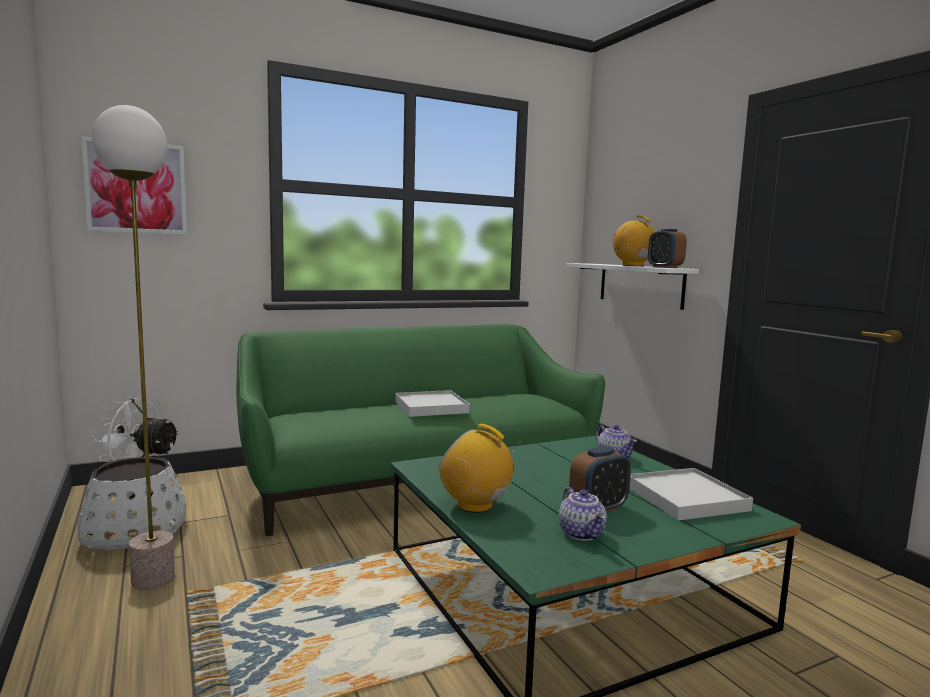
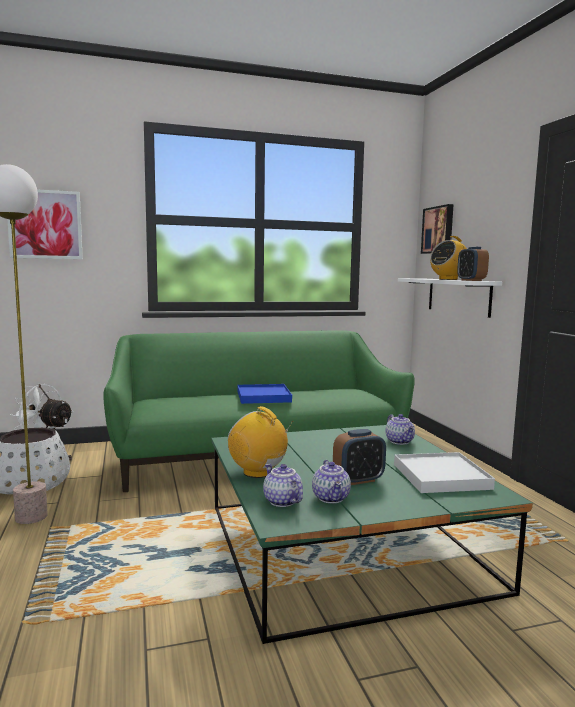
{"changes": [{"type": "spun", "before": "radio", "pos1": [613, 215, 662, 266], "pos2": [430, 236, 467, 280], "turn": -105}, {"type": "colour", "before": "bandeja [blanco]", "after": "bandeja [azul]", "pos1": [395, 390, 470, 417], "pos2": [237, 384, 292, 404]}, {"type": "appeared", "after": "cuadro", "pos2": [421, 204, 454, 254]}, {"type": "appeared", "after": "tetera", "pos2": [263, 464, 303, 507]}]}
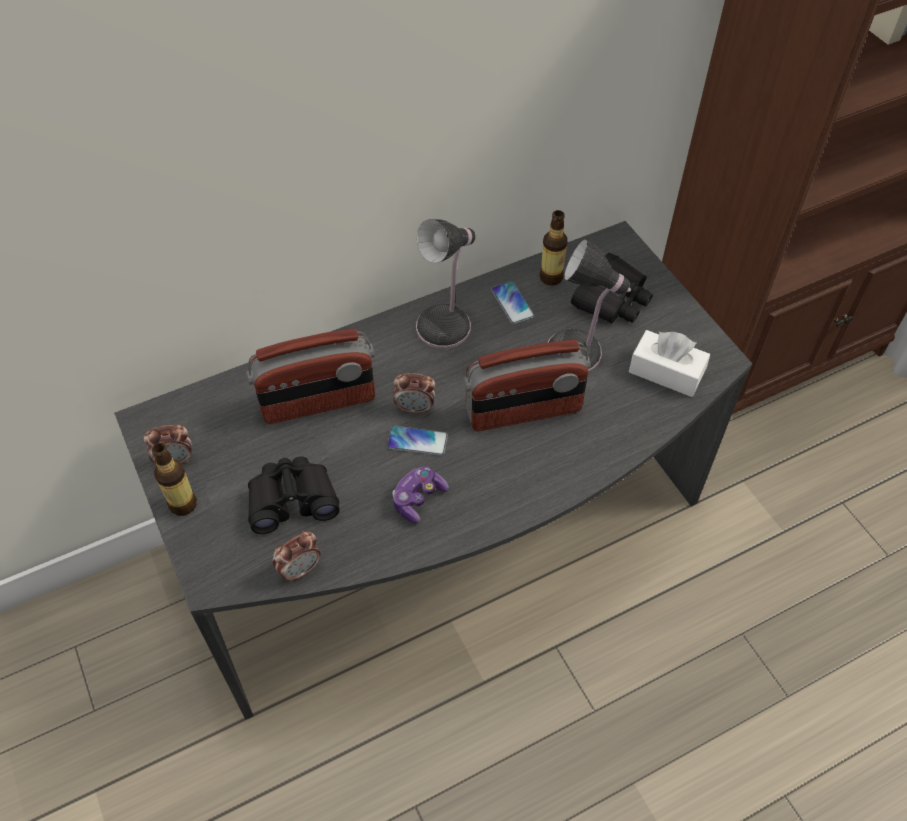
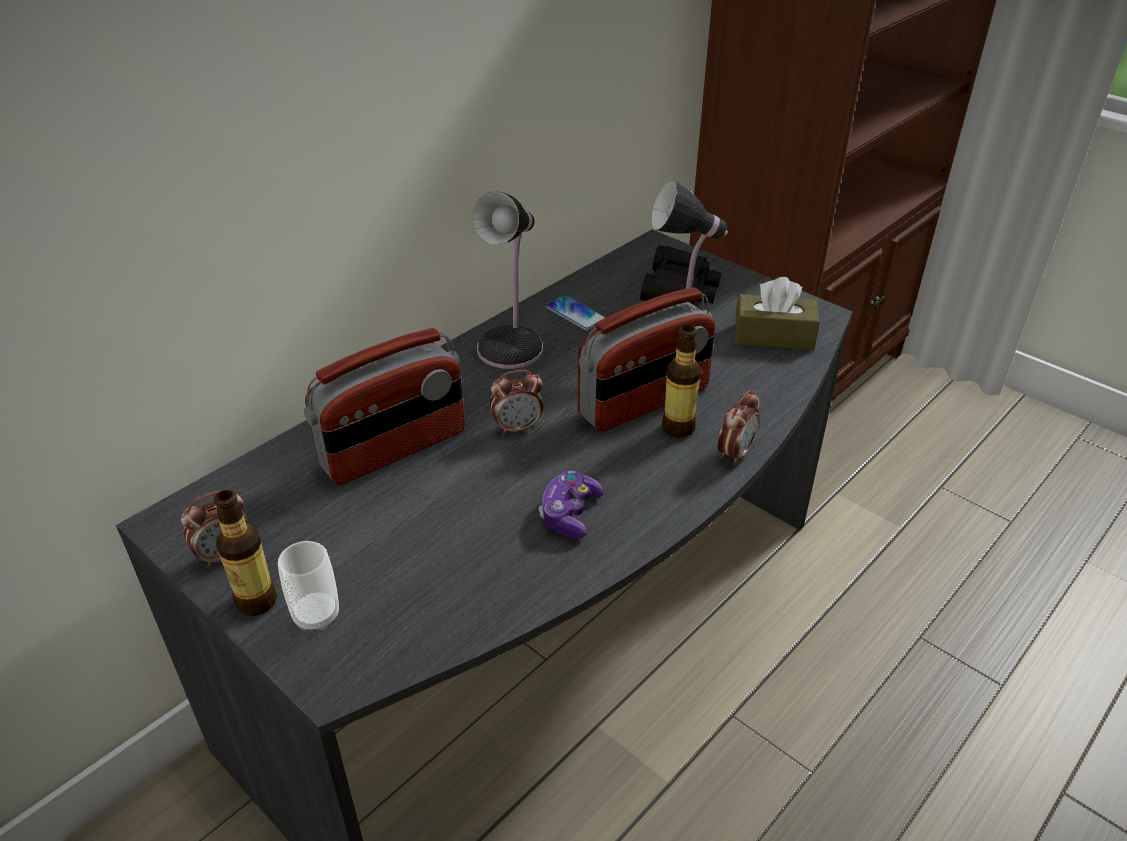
{"changes": [{"type": "relocated", "before": "botella", "pos1": [539, 210, 568, 285], "pos2": [662, 325, 701, 438]}, {"type": "colour", "before": "caja de pañuelos [blanco]", "after": "caja de pañuelos [marrón]", "pos1": [629, 330, 710, 397], "pos2": [735, 277, 820, 350]}, {"type": "missing", "before": "móvil", "pos1": [387, 426, 448, 456]}, {"type": "missing", "before": "prismáticos [negro]", "pos1": [248, 456, 340, 534]}, {"type": "relocated", "before": "despertador", "pos1": [273, 531, 321, 582], "pos2": [717, 390, 760, 465]}, {"type": "appeared", "after": "taza", "pos2": [278, 541, 339, 631]}]}
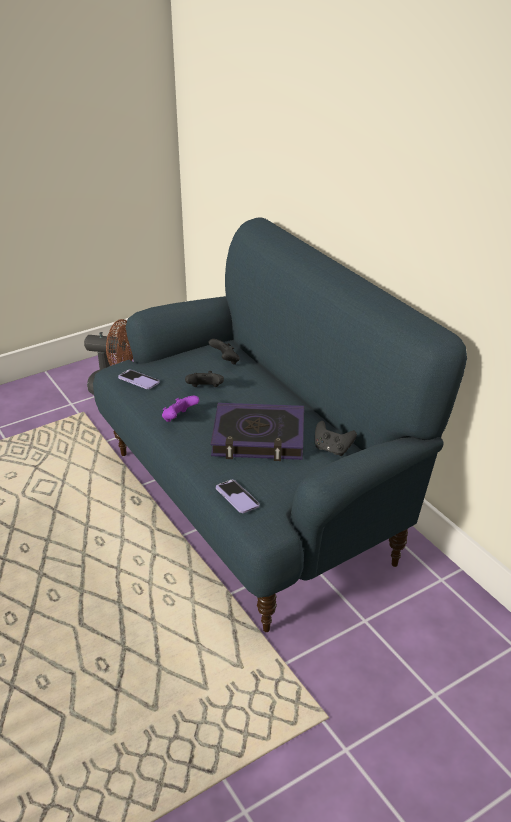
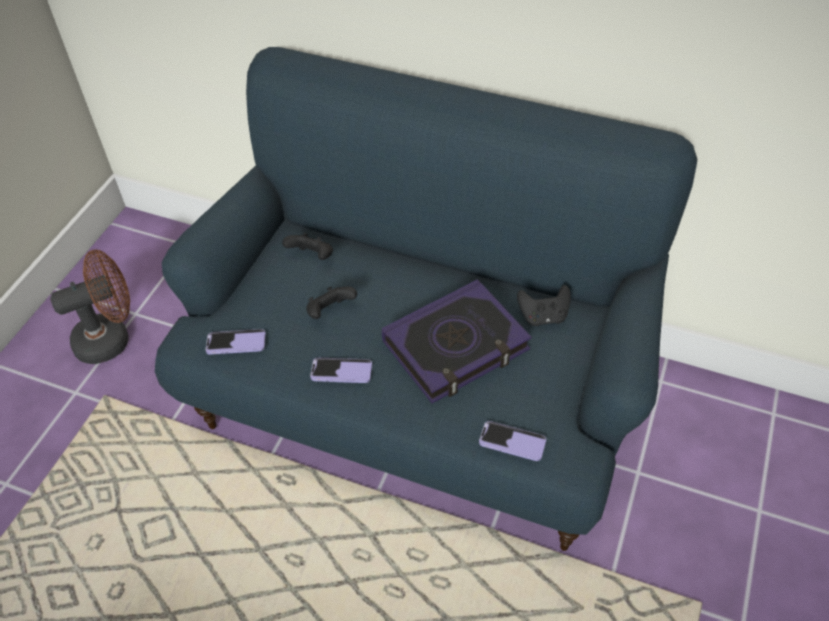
{"changes": [{"type": "exchanged", "before": "mando de consola [morado]", "after": "móvil", "pos1": [162, 396, 199, 422], "pos2": [310, 358, 372, 383]}]}
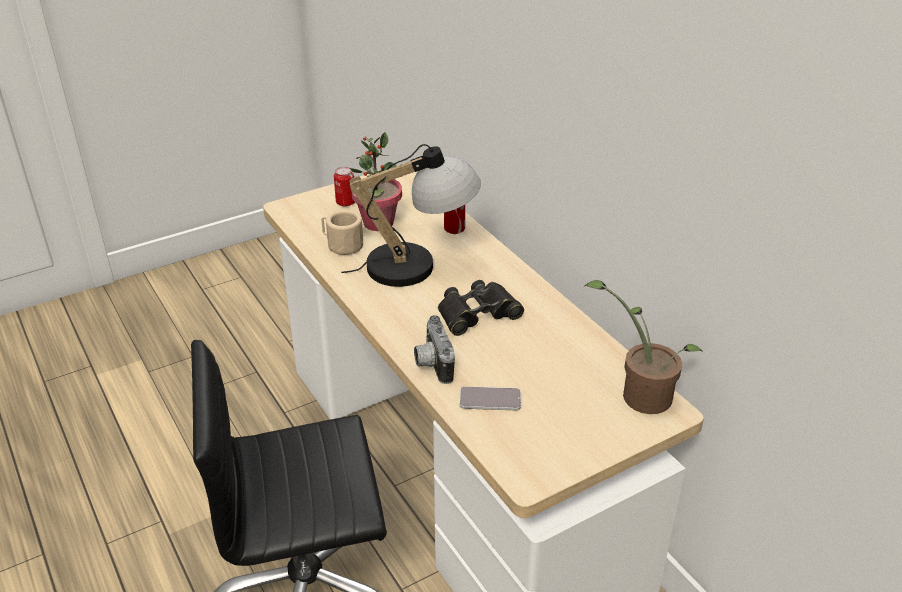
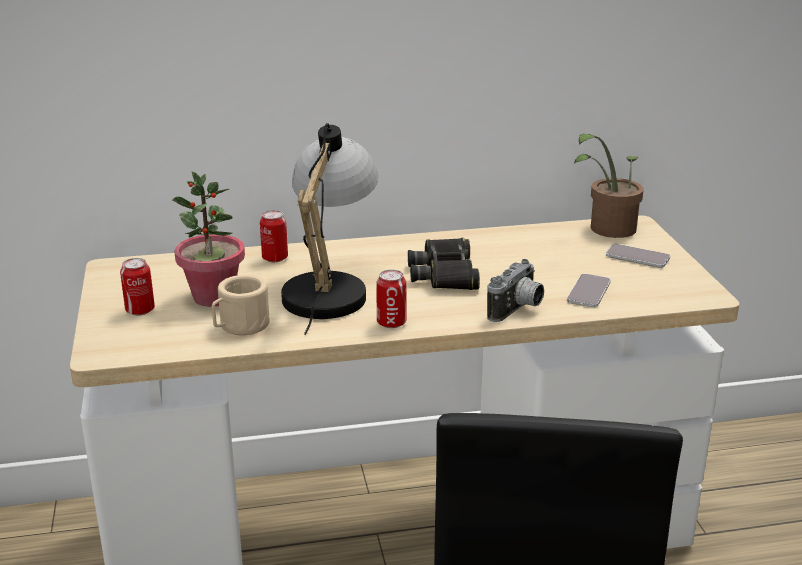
{"changes": [{"type": "spun", "before": "cámara", "pos1": [414, 315, 455, 384], "pos2": [487, 259, 544, 322], "turn": -60}, {"type": "appeared", "after": "móvil", "pos2": [606, 244, 670, 268]}, {"type": "appeared", "after": "lata", "pos2": [377, 270, 406, 328]}]}
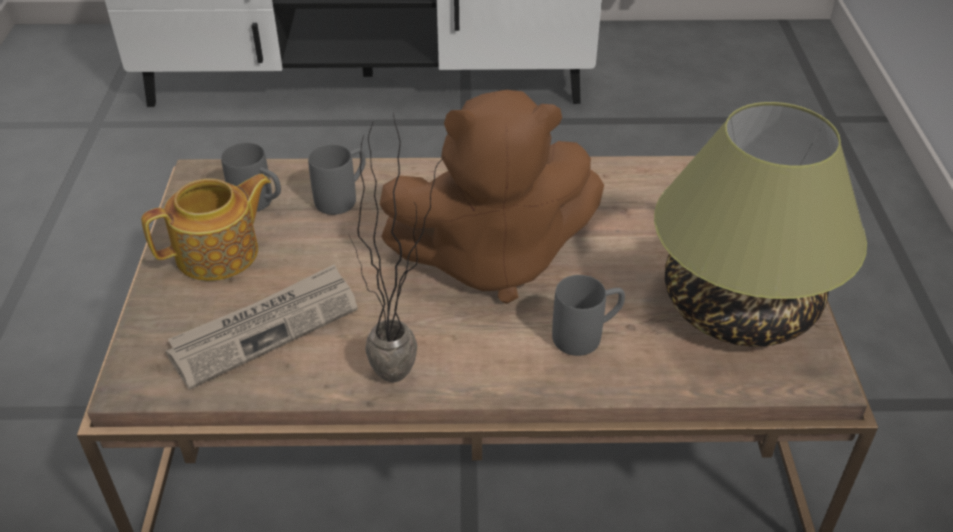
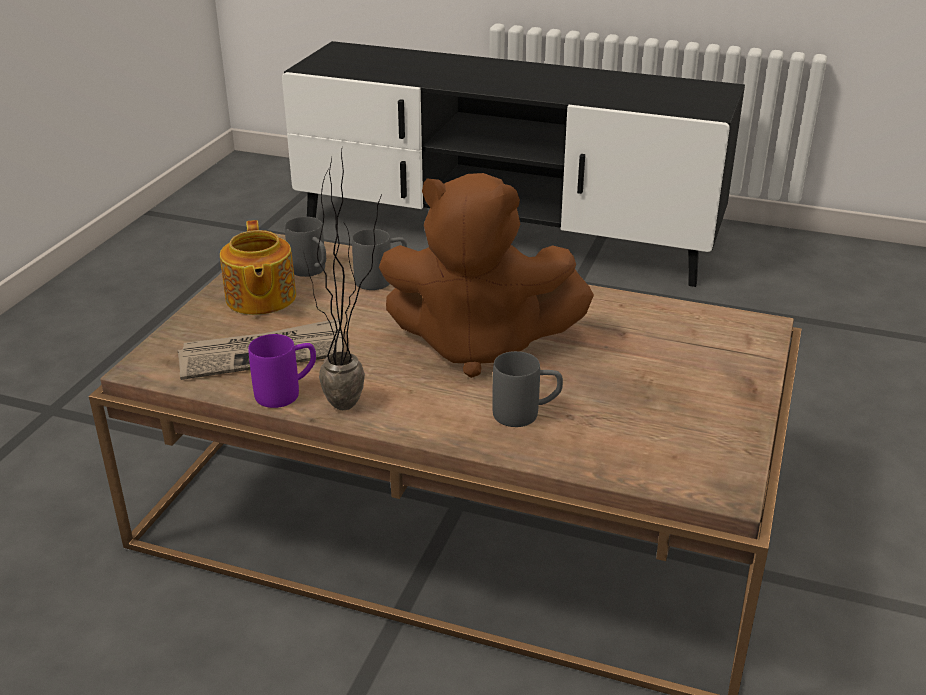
{"changes": [{"type": "missing", "before": "lámpara de mesa", "pos1": [654, 102, 867, 346]}, {"type": "spun", "before": "tetera", "pos1": [141, 174, 271, 281], "pos2": [220, 220, 296, 315], "turn": 90}, {"type": "appeared", "after": "taza grande [morado]", "pos2": [248, 334, 316, 408]}]}
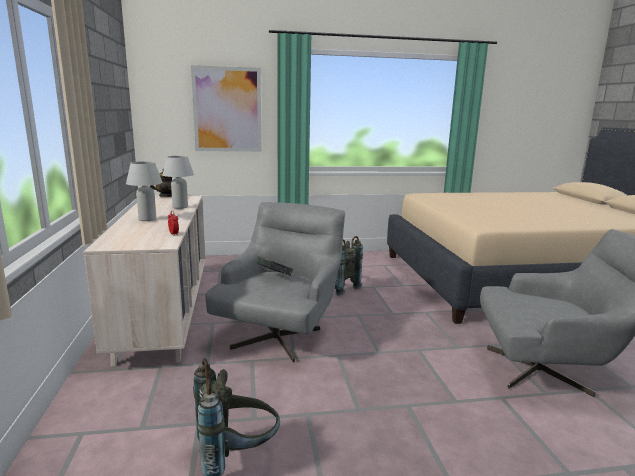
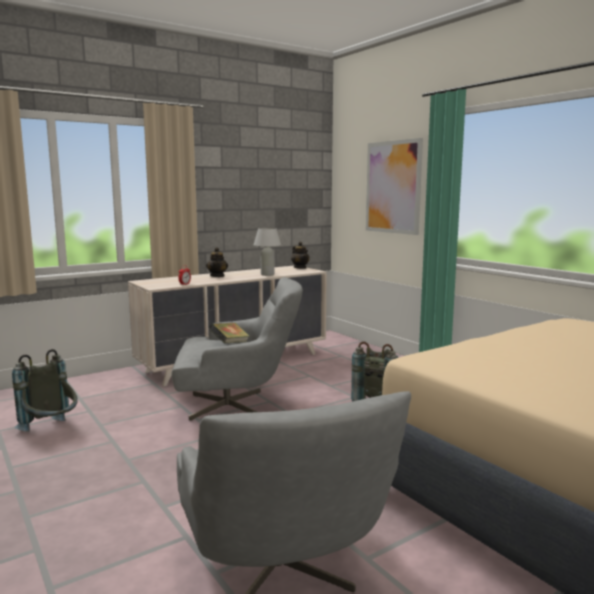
{"changes": [{"type": "exchanged", "before": "lámpara de mesa [blanco]", "after": "tetera", "pos1": [126, 161, 163, 221], "pos2": [206, 247, 228, 277]}]}
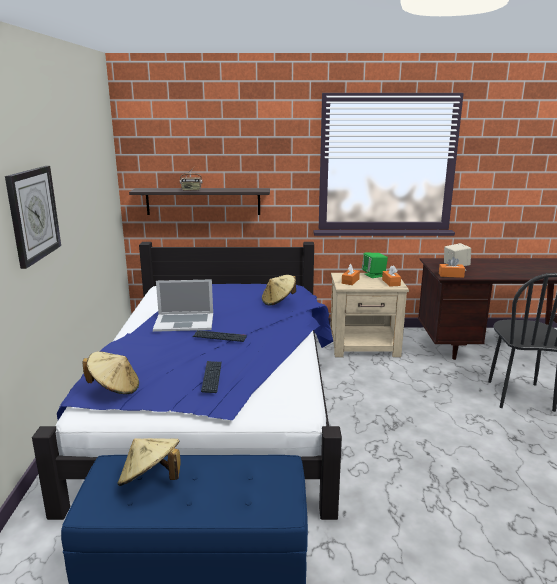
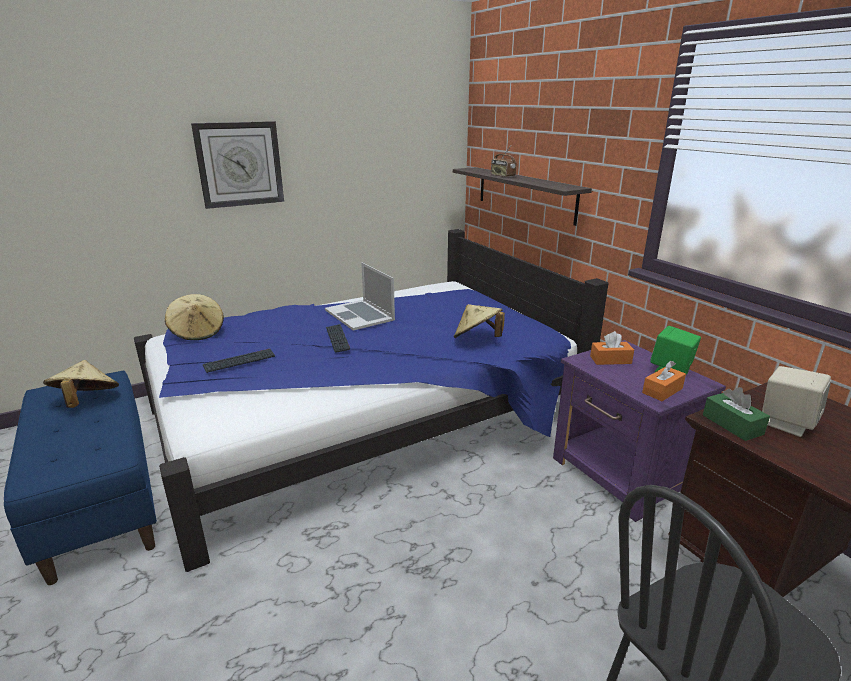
{"changes": [{"type": "colour", "before": "caja de pañuelos [naranja]", "after": "caja de pañuelos [verde]", "pos1": [439, 257, 465, 278], "pos2": [703, 387, 770, 441]}, {"type": "colour", "before": "mesita de noche [beis]", "after": "mesita de noche [morado]", "pos1": [330, 273, 409, 357], "pos2": [553, 340, 726, 522]}]}
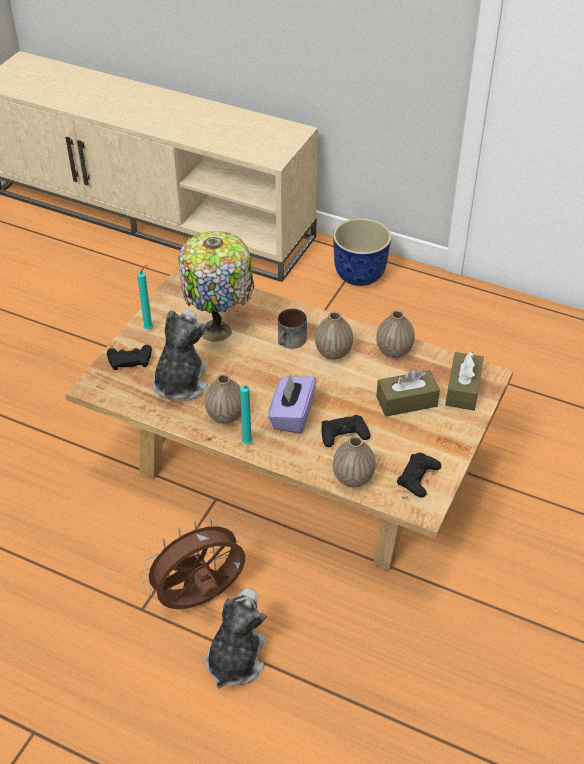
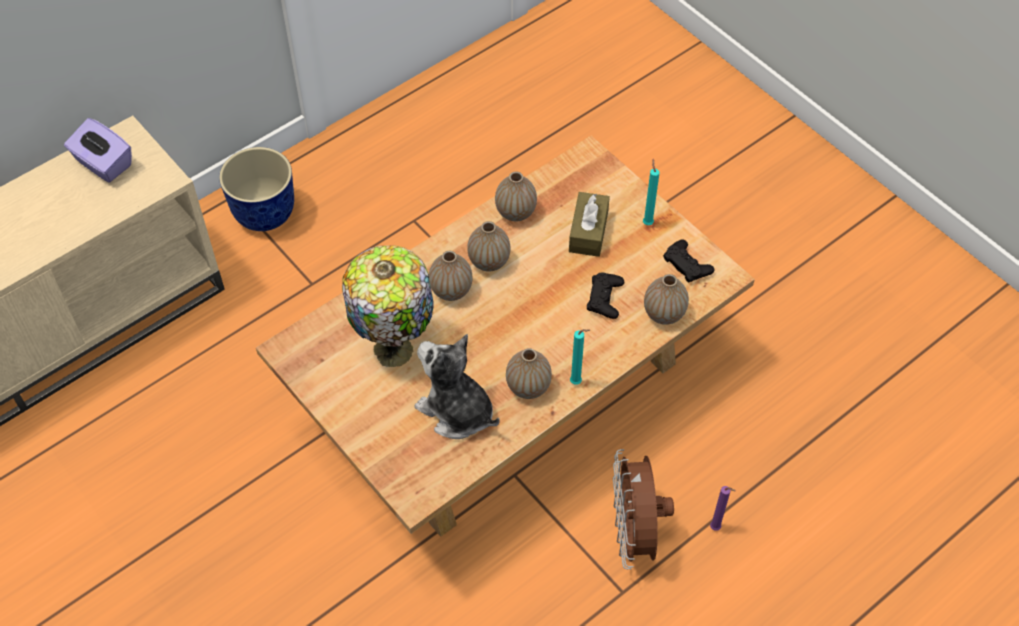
{"changes": [{"type": "relocated", "before": "vela [turquesa]", "pos1": [137, 265, 153, 329], "pos2": [643, 159, 660, 225]}, {"type": "exchanged", "before": "taza grande", "after": "florero", "pos1": [278, 308, 307, 349], "pos2": [429, 251, 473, 301]}, {"type": "missing", "before": "mando de consola [negro]", "pos1": [107, 345, 152, 370]}, {"type": "missing", "before": "caja de pañuelos [marrón]", "pos1": [445, 352, 484, 411]}, {"type": "relocated", "before": "caja de pañuelos [morado]", "pos1": [268, 374, 317, 434], "pos2": [64, 118, 132, 182]}, {"type": "exchanged", "before": "peluche", "after": "vela [morado]", "pos1": [206, 588, 266, 689], "pos2": [710, 486, 735, 531]}]}
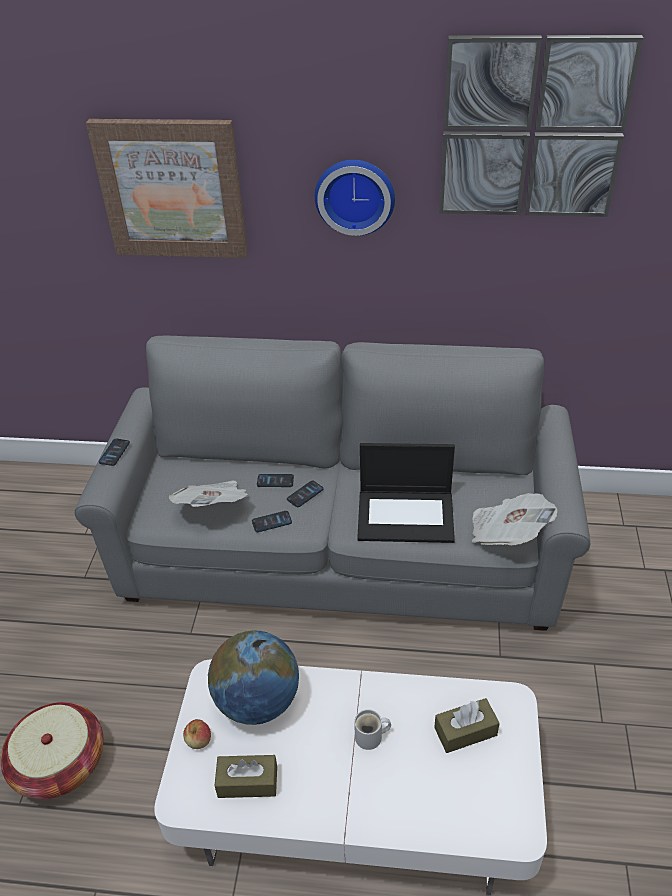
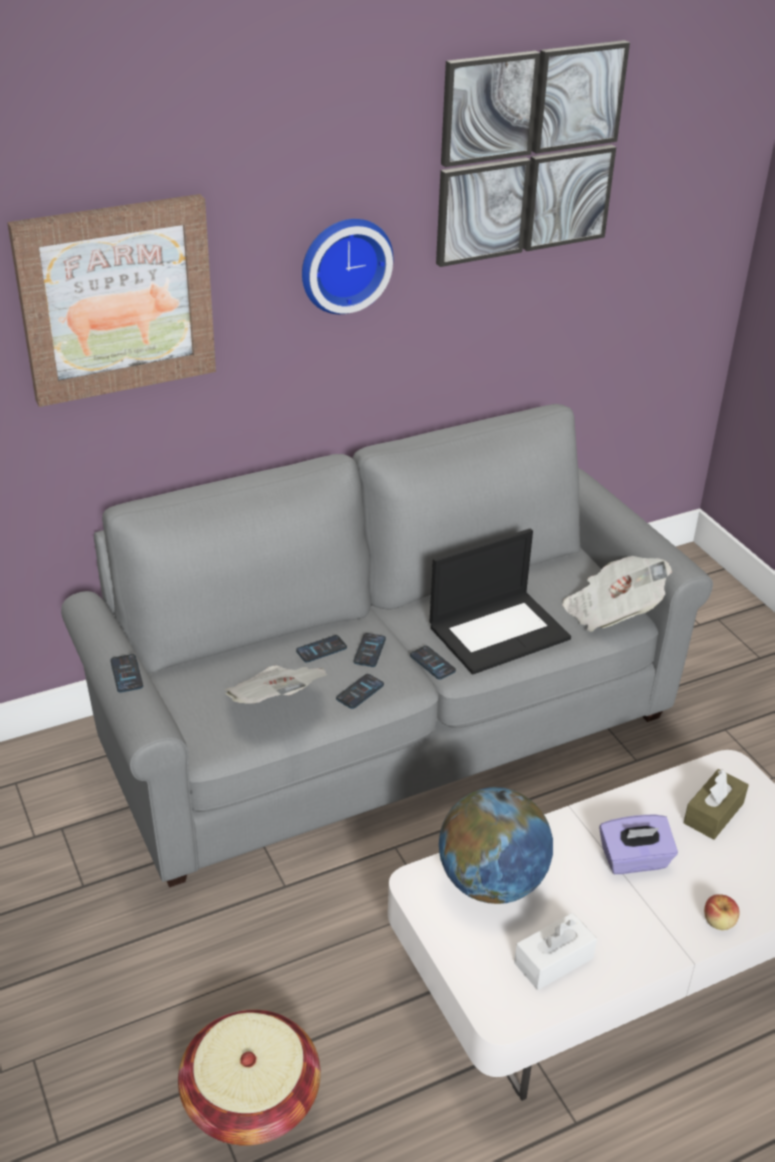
{"changes": [{"type": "exchanged", "before": "taza grande [blanco]", "after": "caja de pañuelos [morado]", "pos1": [354, 709, 391, 750], "pos2": [599, 815, 678, 874]}, {"type": "relocated", "before": "manzana", "pos1": [183, 719, 211, 749], "pos2": [704, 894, 740, 930]}, {"type": "colour", "before": "caja de pañuelos [marrón]", "after": "caja de pañuelos [blanco]", "pos1": [214, 755, 277, 798], "pos2": [514, 913, 597, 990]}, {"type": "appeared", "after": "móvil", "pos2": [410, 646, 456, 680]}]}
